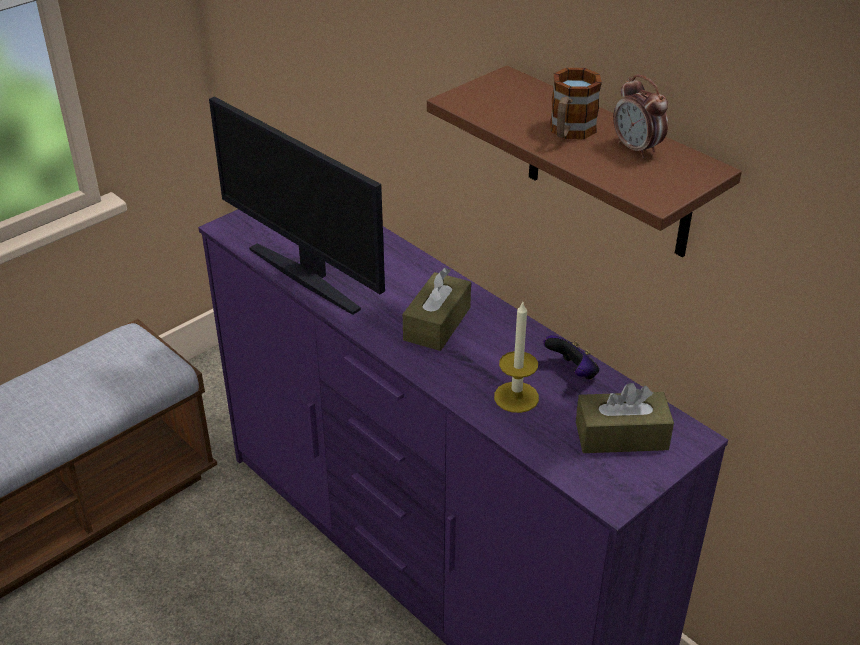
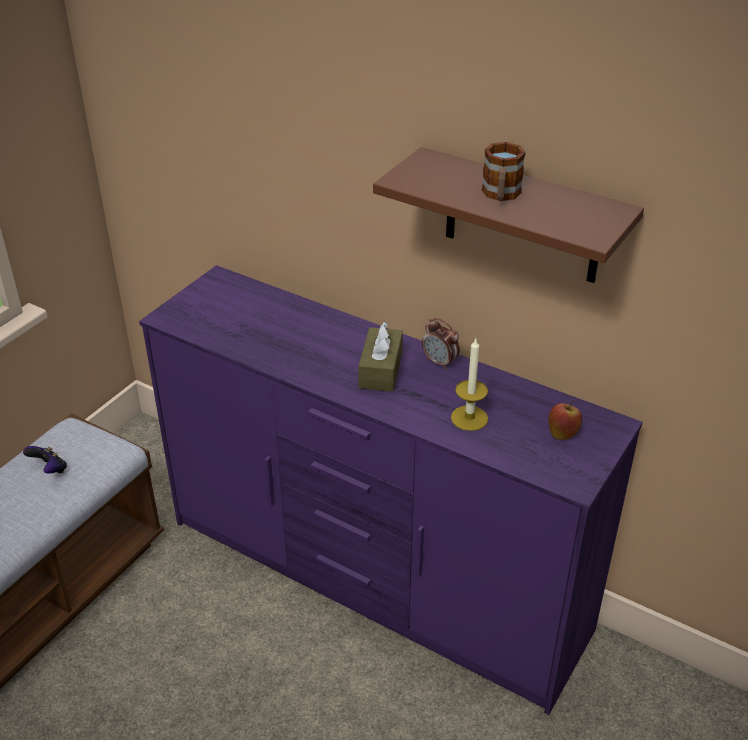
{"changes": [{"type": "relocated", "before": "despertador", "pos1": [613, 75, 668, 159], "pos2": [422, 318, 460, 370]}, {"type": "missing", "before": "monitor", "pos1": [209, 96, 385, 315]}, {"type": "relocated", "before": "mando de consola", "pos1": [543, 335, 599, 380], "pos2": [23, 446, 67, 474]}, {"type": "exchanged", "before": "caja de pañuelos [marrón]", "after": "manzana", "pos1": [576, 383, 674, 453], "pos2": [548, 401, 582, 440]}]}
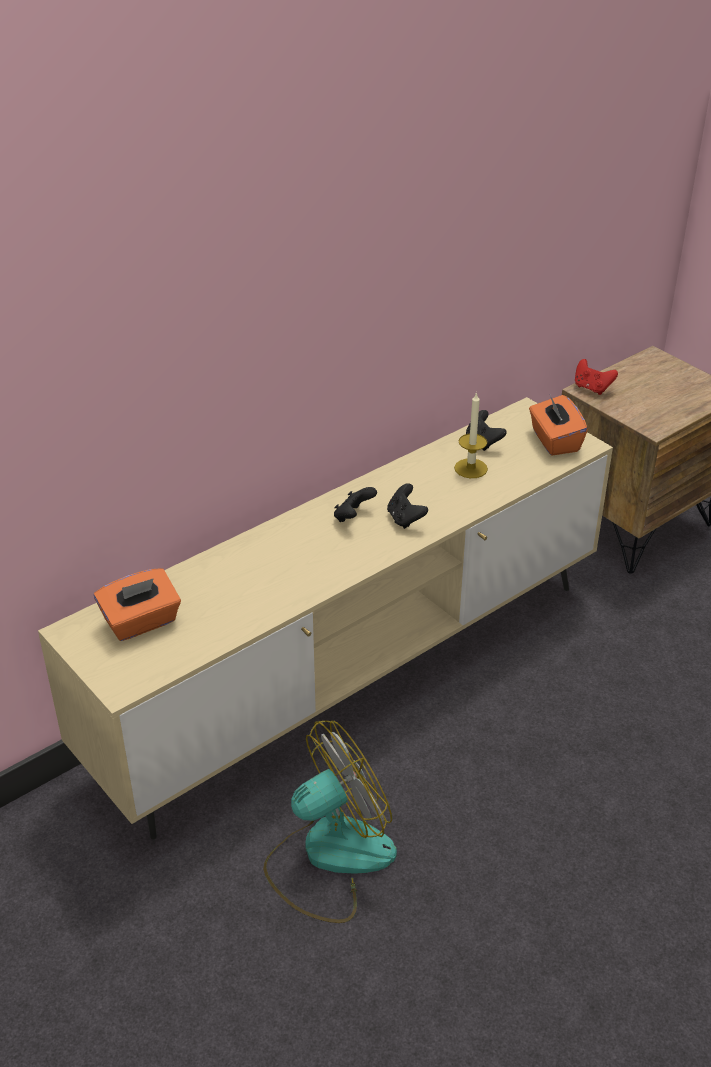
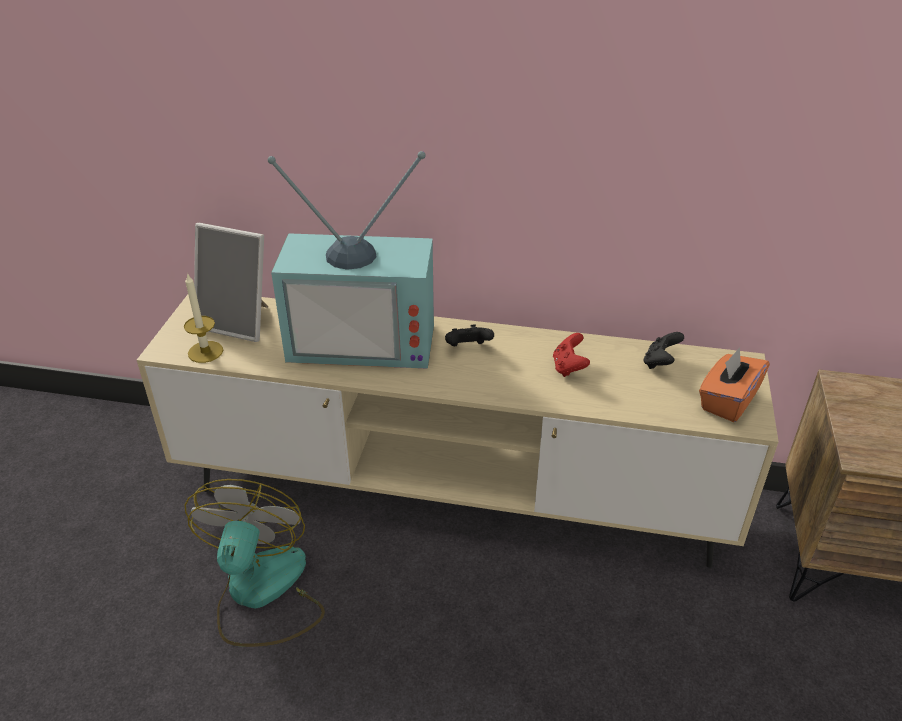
{"changes": [{"type": "relocated", "before": "mando de consola [rojo]", "pos1": [575, 359, 618, 395], "pos2": [553, 333, 590, 377]}, {"type": "relocated", "before": "vela", "pos1": [454, 392, 488, 478], "pos2": [184, 273, 223, 363]}, {"type": "missing", "before": "mando de consola [negro]", "pos1": [387, 483, 428, 529]}, {"type": "exchanged", "before": "caja de pañuelos [naranja]", "after": "portarretratos", "pos1": [94, 568, 181, 641], "pos2": [194, 223, 268, 342]}, {"type": "spun", "before": "ventilador", "pos1": [263, 721, 397, 923], "pos2": [185, 479, 325, 647], "turn": -105}, {"type": "appeared", "after": "televisor", "pos2": [267, 151, 434, 369]}]}
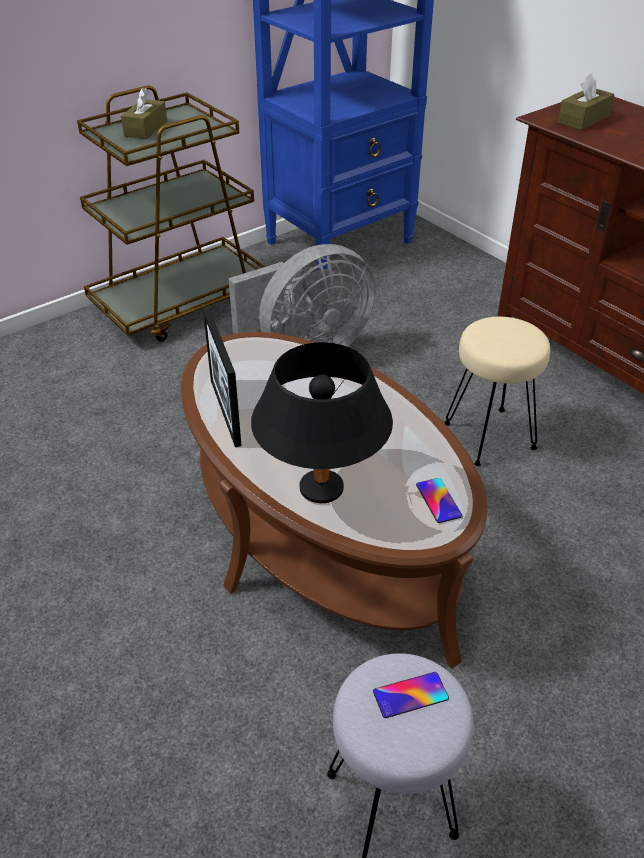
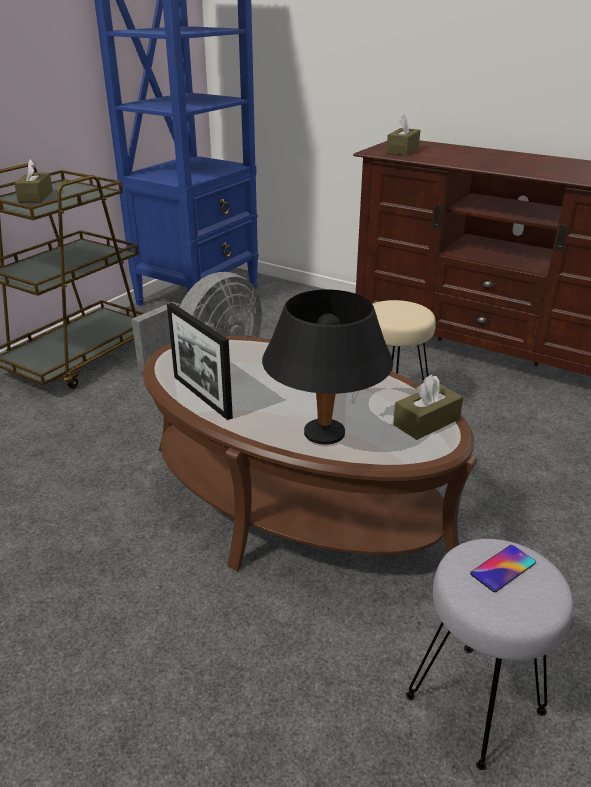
{"changes": [{"type": "exchanged", "before": "móvil", "after": "caja de pañuelos [marrón]", "pos1": [416, 478, 462, 523], "pos2": [393, 374, 463, 440]}]}
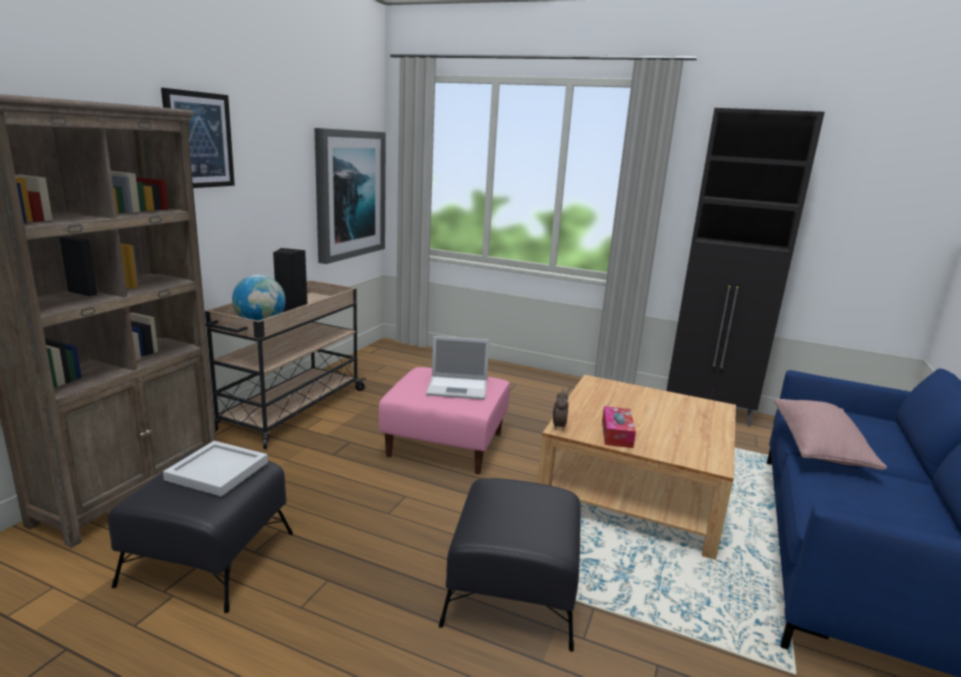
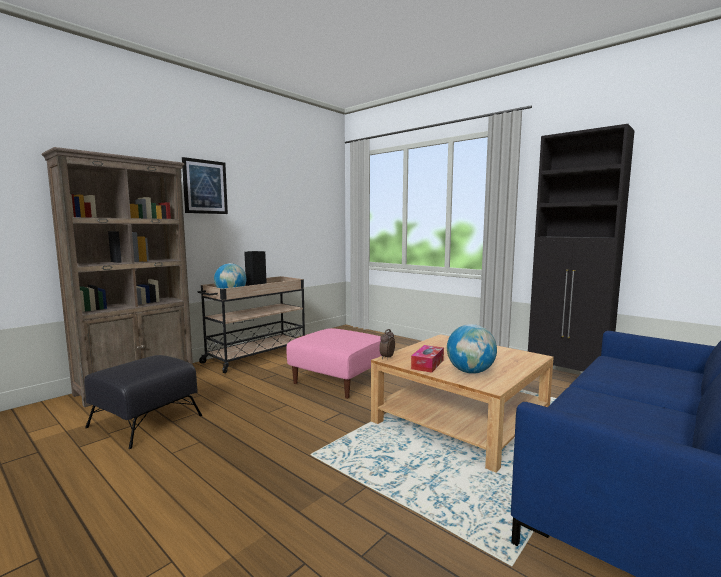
{"changes": [{"type": "missing", "before": "cuadro", "pos1": [315, 128, 386, 264]}, {"type": "missing", "before": "portátil", "pos1": [426, 336, 490, 400]}, {"type": "missing", "before": "cojín [rosa]", "pos1": [774, 399, 887, 470]}, {"type": "missing", "before": "bandeja [blanco]", "pos1": [163, 441, 268, 496]}, {"type": "missing", "before": "puf [negro]", "pos1": [439, 478, 581, 652]}, {"type": "appeared", "after": "globo terráqueo", "pos2": [447, 324, 497, 374]}]}
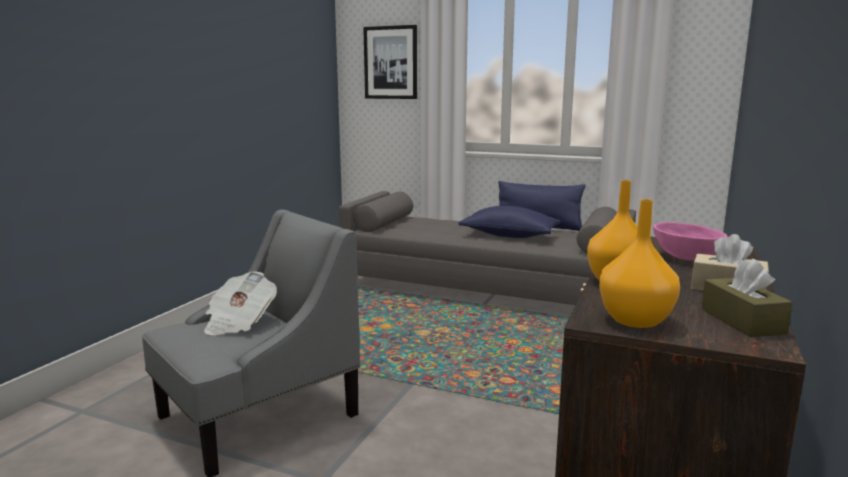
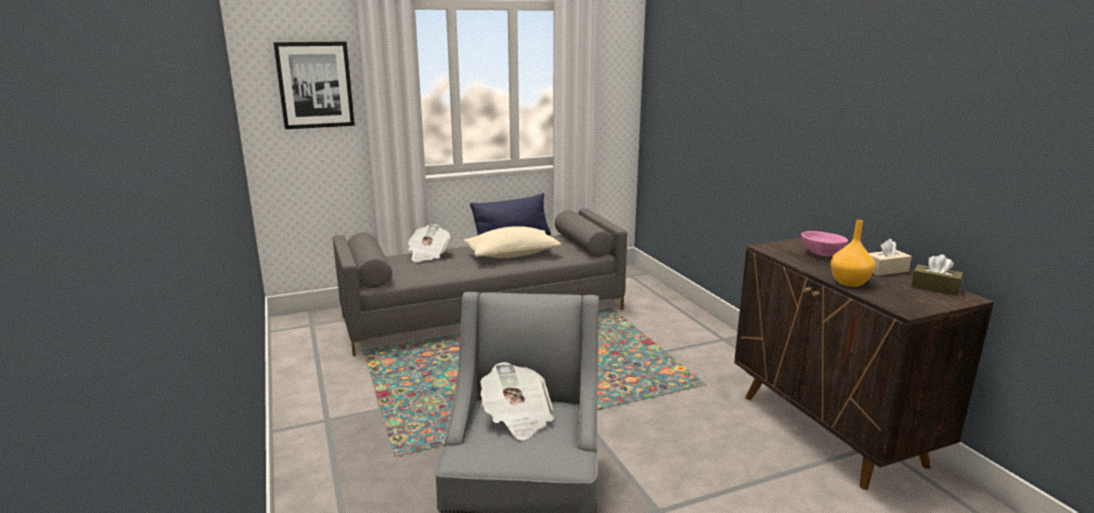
{"changes": [{"type": "missing", "before": "florero [naranja]", "pos1": [599, 199, 680, 328]}, {"type": "colour", "before": "cojín [azul]", "after": "cojín [beis]", "pos1": [458, 206, 561, 238], "pos2": [463, 226, 561, 258]}, {"type": "appeared", "after": "periódico", "pos2": [408, 224, 450, 262]}]}
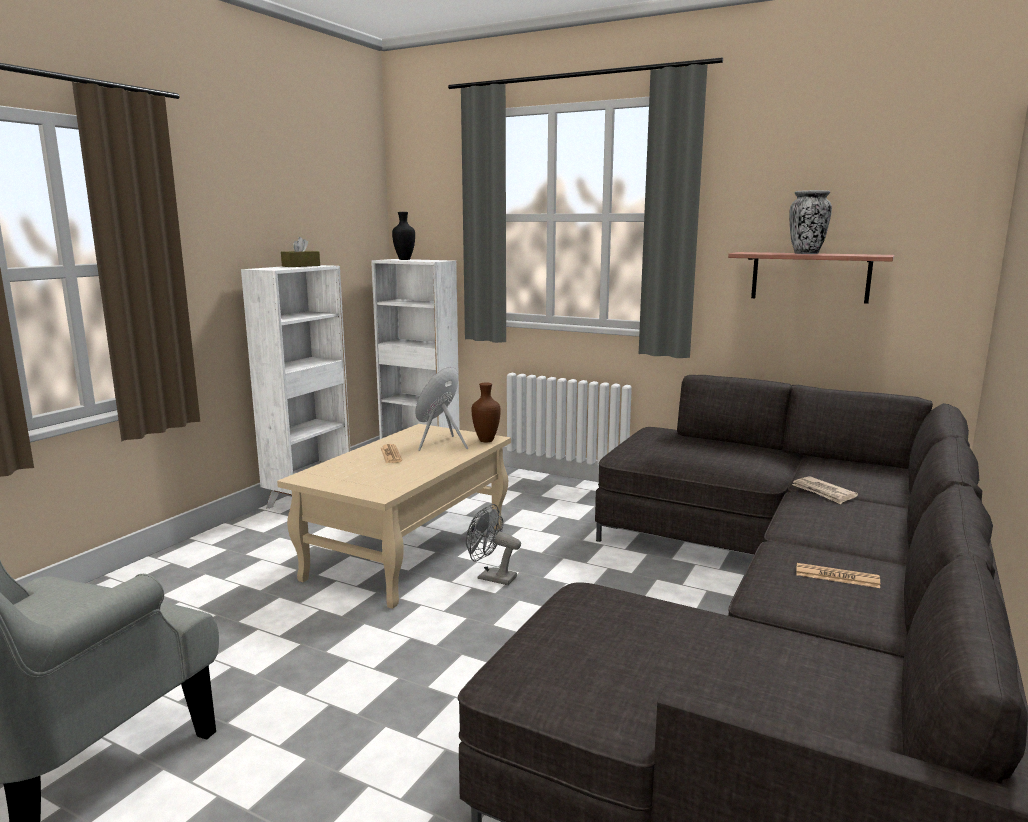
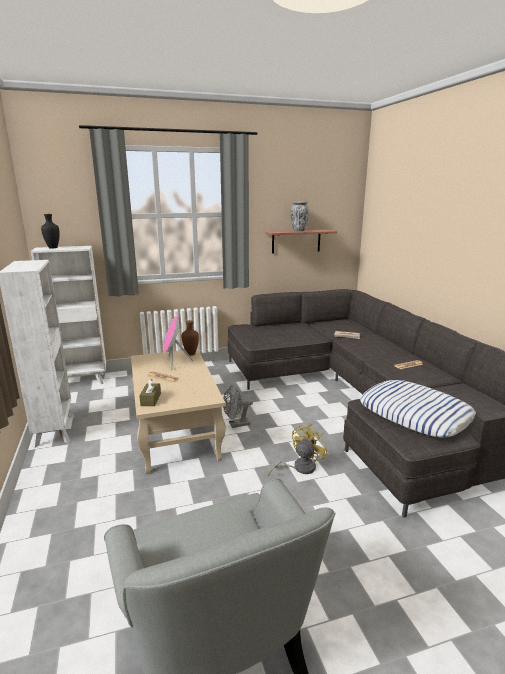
{"changes": [{"type": "relocated", "before": "caja de pañuelos [marrón]", "pos1": [281, 237, 320, 267], "pos2": [139, 379, 161, 406]}, {"type": "appeared", "after": "cojín", "pos2": [360, 380, 476, 437]}, {"type": "appeared", "after": "ventilador [amarillo]", "pos2": [268, 424, 328, 476]}]}
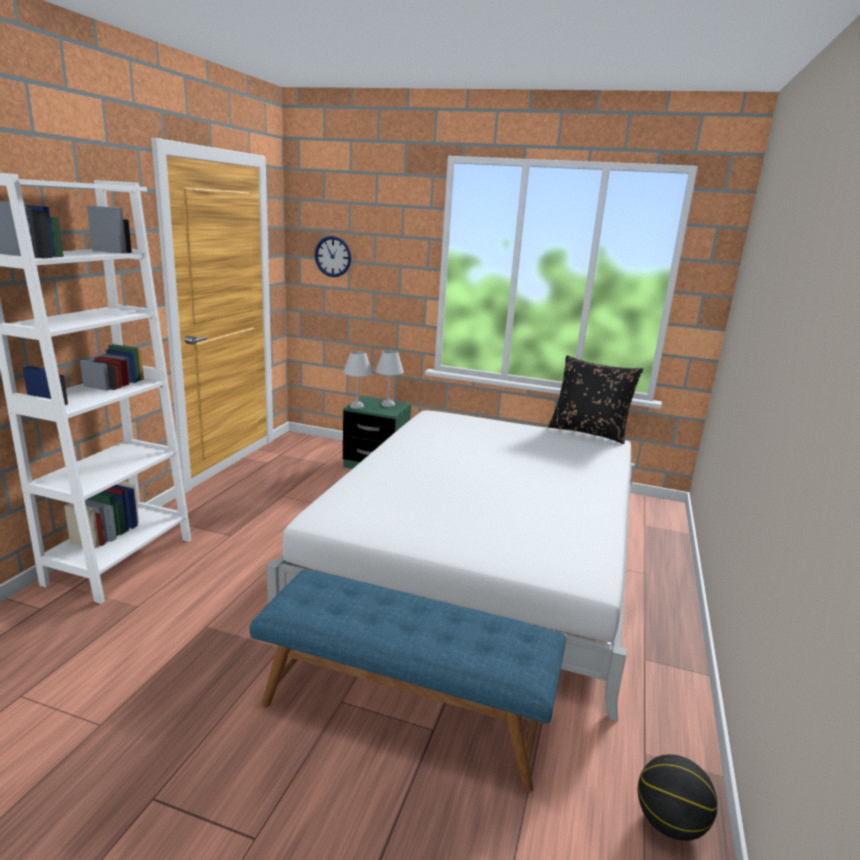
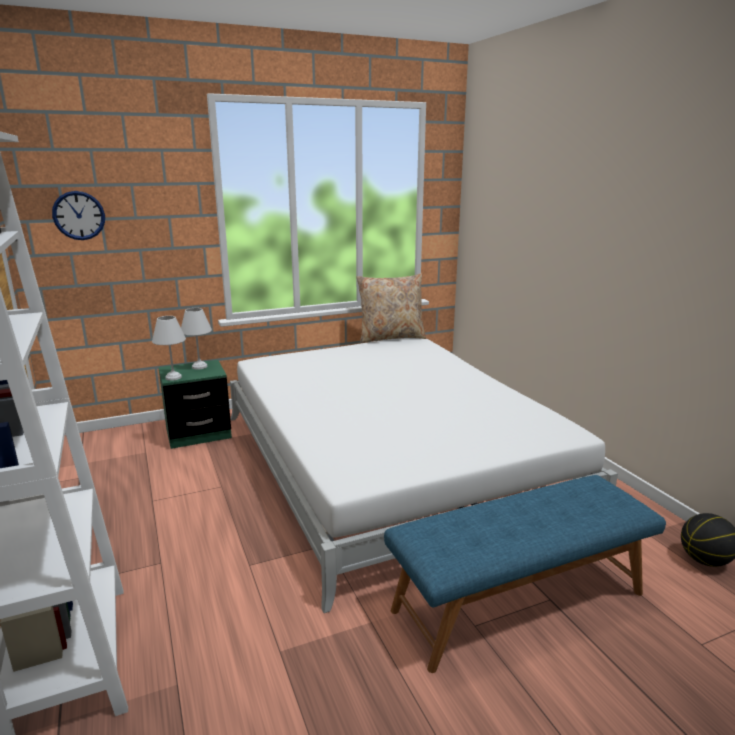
{"changes": [{"type": "colour", "before": "cojín [negro]", "after": "cojín [beis]", "pos1": [548, 355, 644, 444], "pos2": [357, 273, 426, 343]}]}
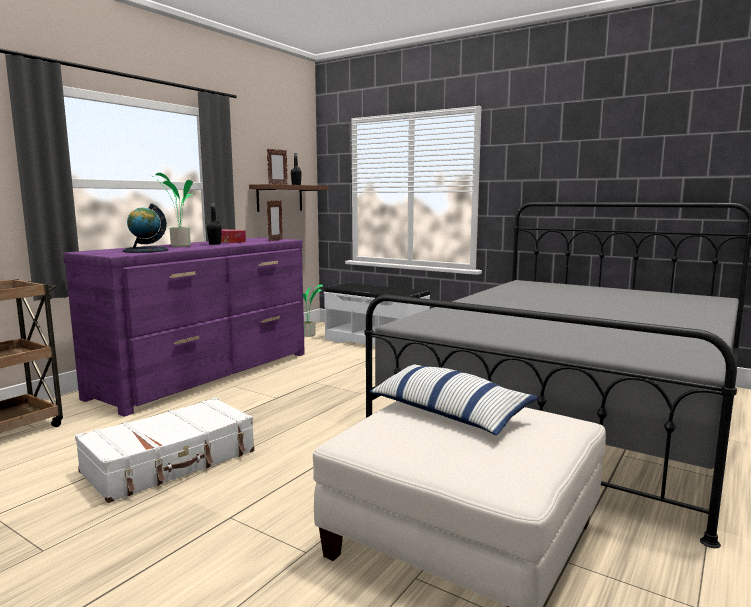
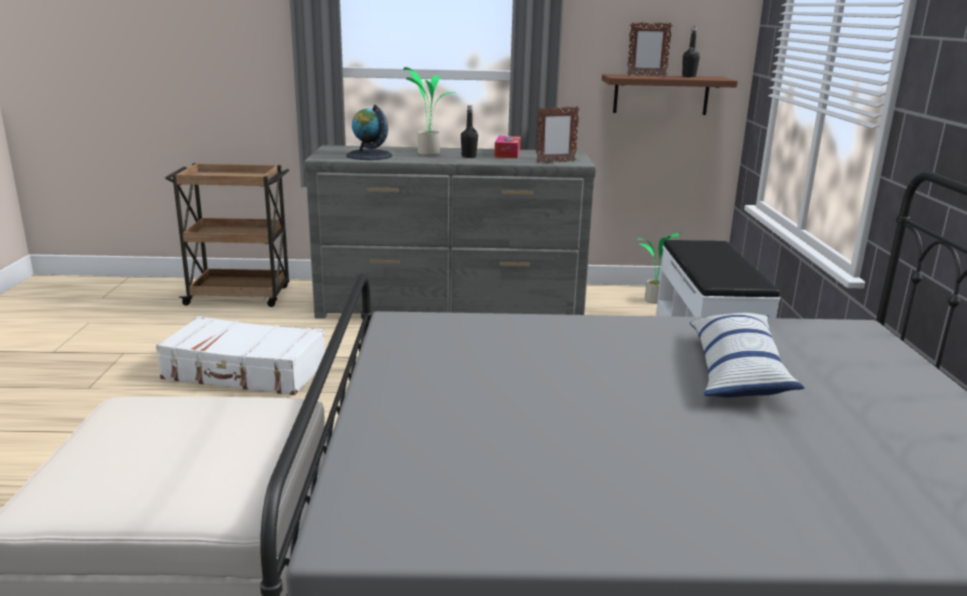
{"changes": [{"type": "colour", "before": "cómoda [morado]", "after": "cómoda [gris]", "pos1": [63, 238, 305, 416], "pos2": [304, 145, 596, 319]}, {"type": "relocated", "before": "cojín", "pos1": [369, 364, 539, 435], "pos2": [690, 313, 804, 397]}]}
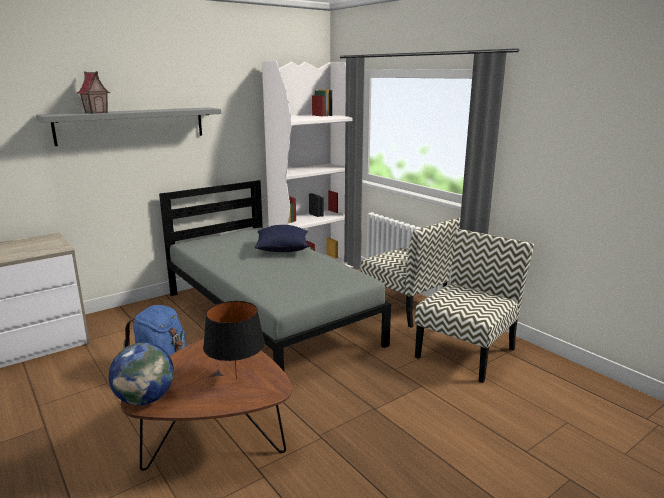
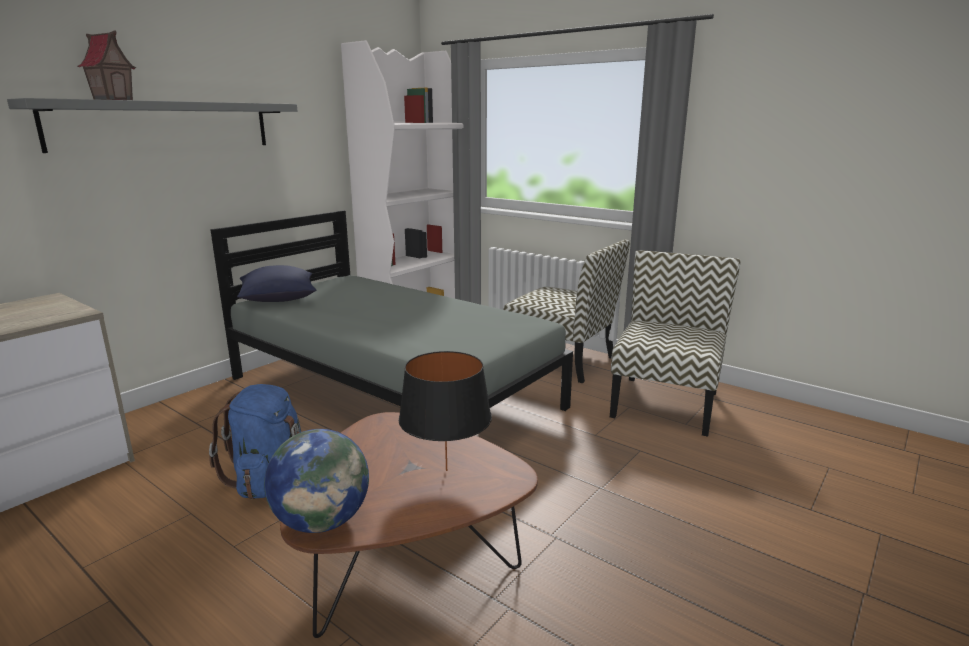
{"changes": [{"type": "relocated", "before": "cojín [azul]", "pos1": [255, 225, 309, 252], "pos2": [237, 265, 316, 302]}]}
